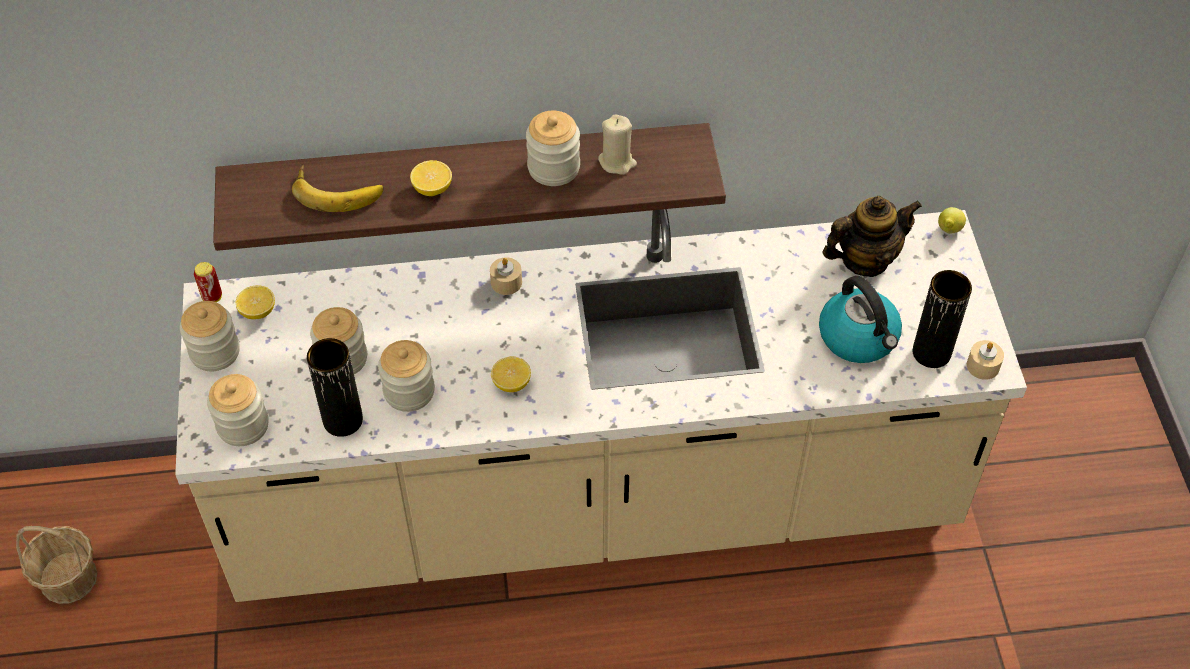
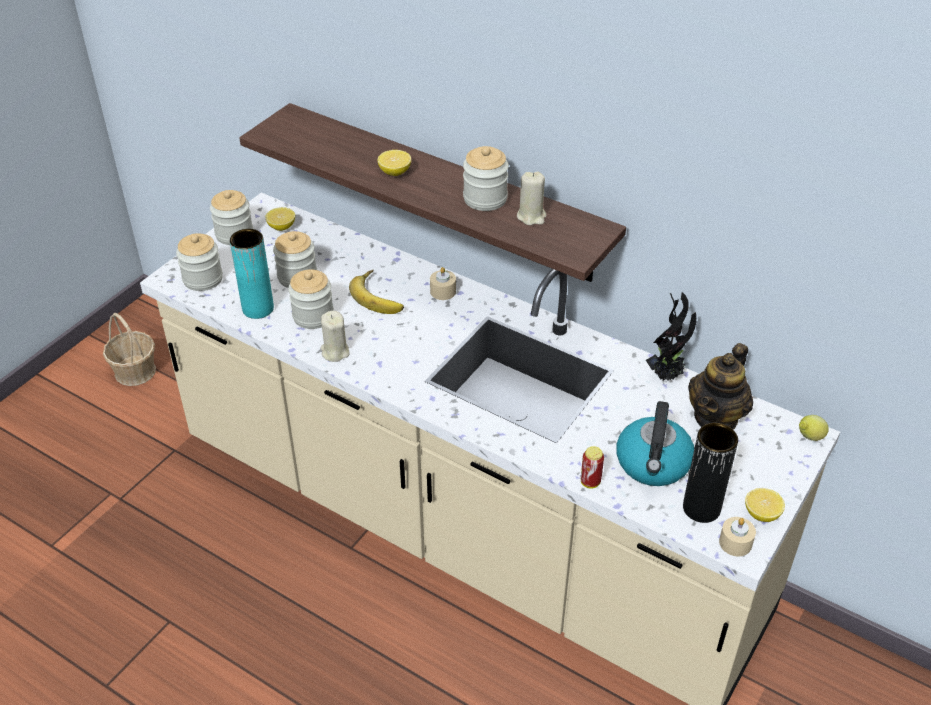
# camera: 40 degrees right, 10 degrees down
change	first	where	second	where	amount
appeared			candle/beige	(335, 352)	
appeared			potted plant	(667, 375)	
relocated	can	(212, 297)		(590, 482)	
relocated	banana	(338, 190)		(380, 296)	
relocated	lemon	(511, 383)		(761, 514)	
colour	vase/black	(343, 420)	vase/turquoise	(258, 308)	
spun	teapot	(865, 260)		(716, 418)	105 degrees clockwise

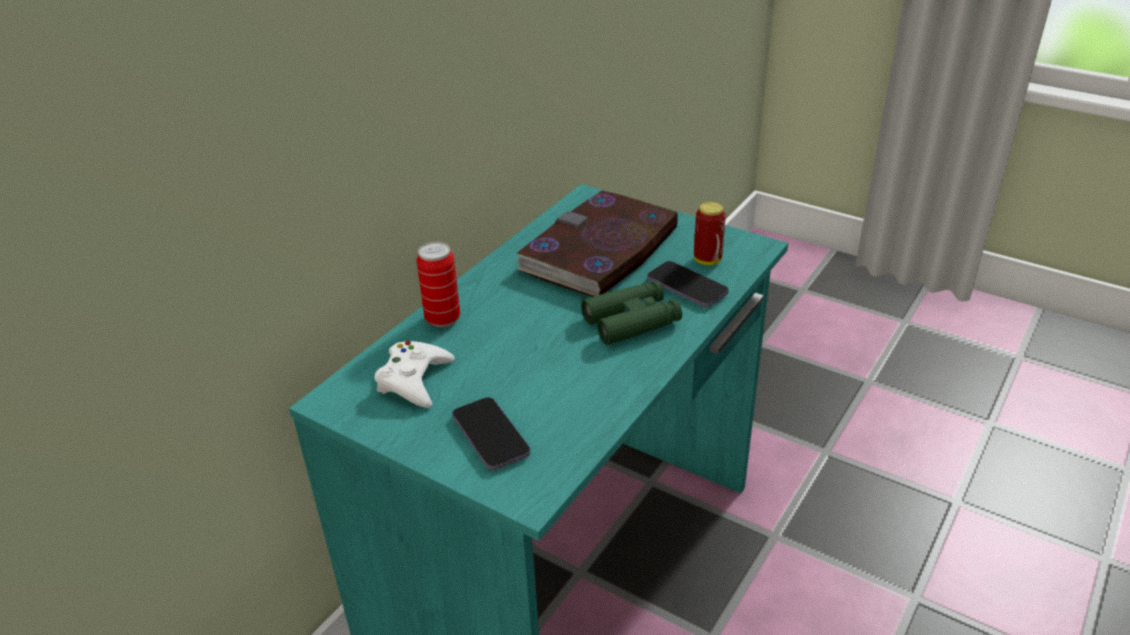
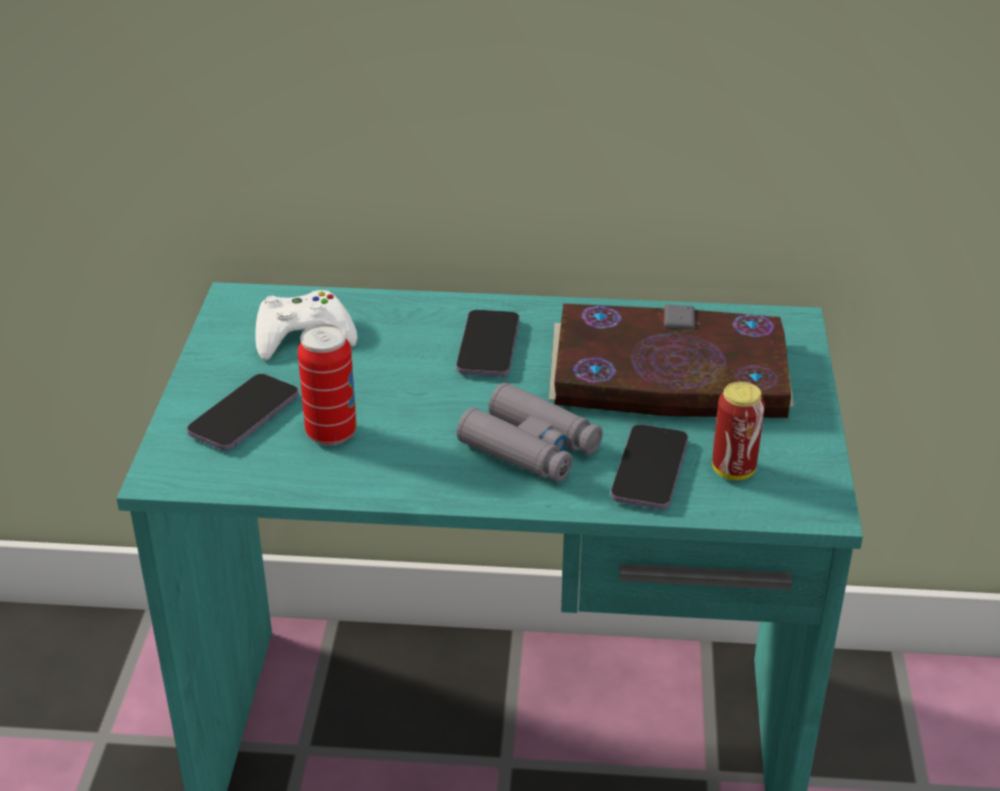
# camera: 60 degrees right, 0 degrees up
change	first	where	second	where	amount
appeared			phone	(488, 347)	
relocated	can	(443, 319)		(331, 433)	
colour	binoculars/green	(632, 321)	binoculars/grey	(530, 447)	

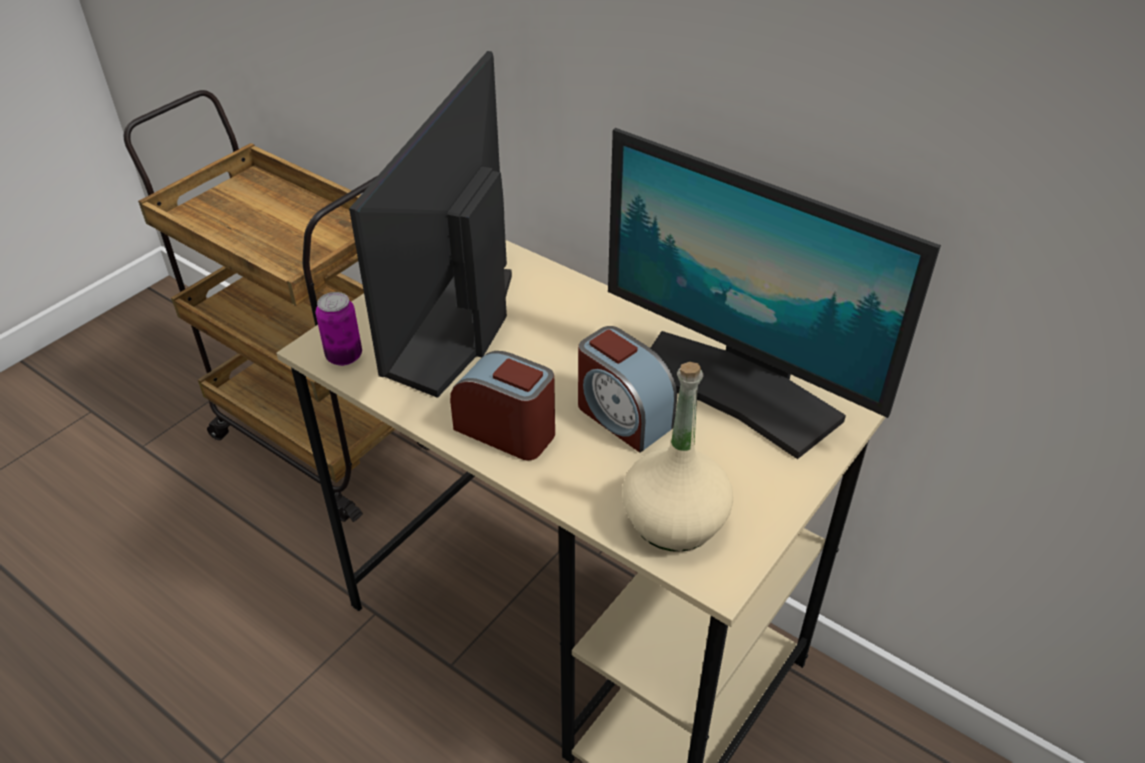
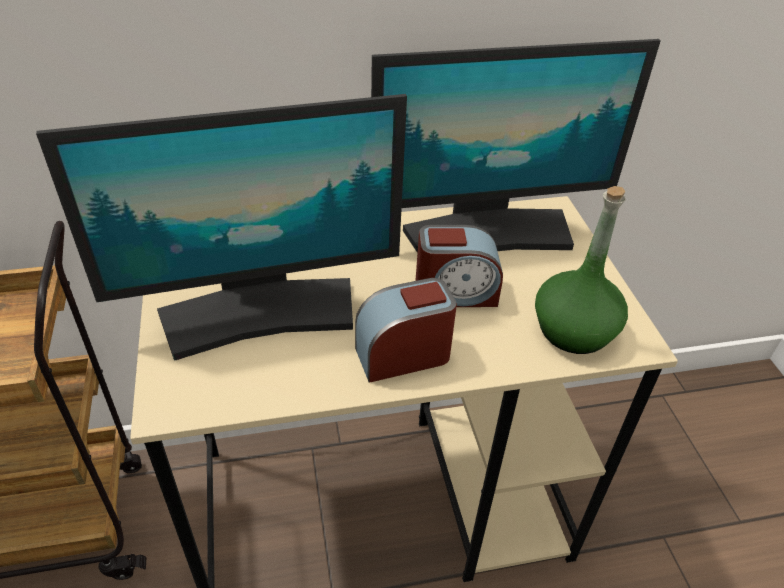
# camera: 50 degrees left, 0 degrees up
change	first	where	second	where	amount
missing	can	(344, 356)			
colour	bottle/beige	(673, 520)	bottle/green	(573, 331)	
spun	monitor	(456, 328)		(260, 313)	75 degrees counterclockwise

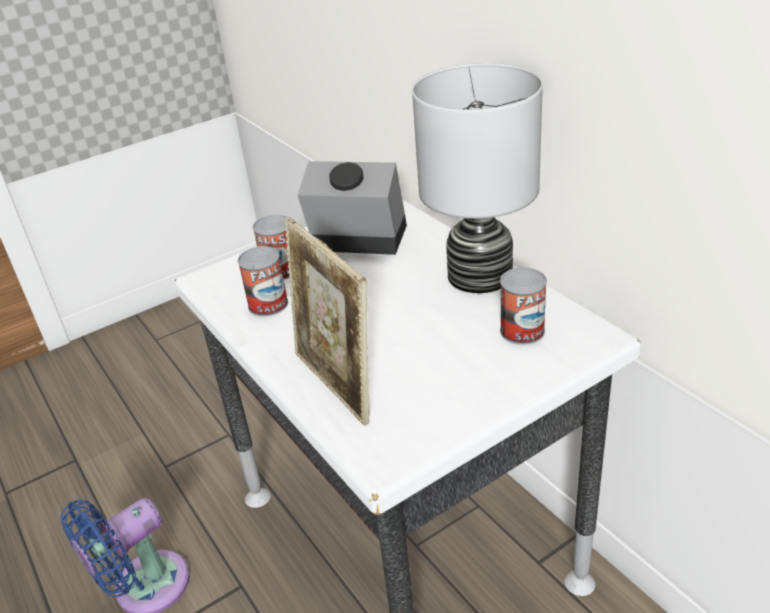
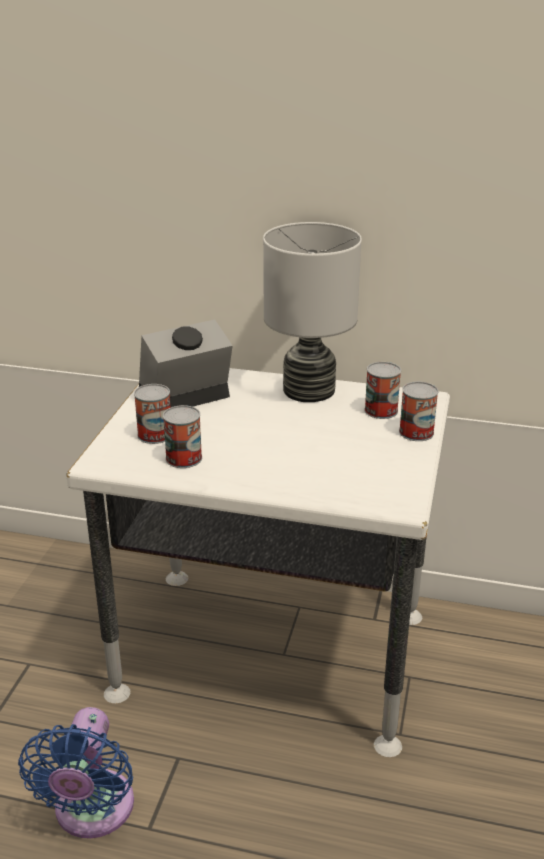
# camera: 45 degrees left, 5 degrees down
change	first	where	second	where	amount
missing	picture frame	(336, 385)			
appeared			can	(416, 432)	

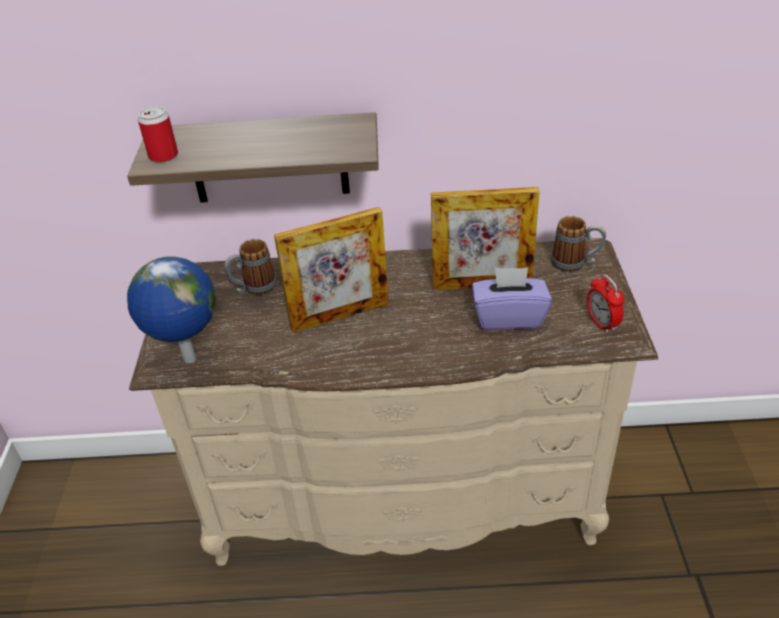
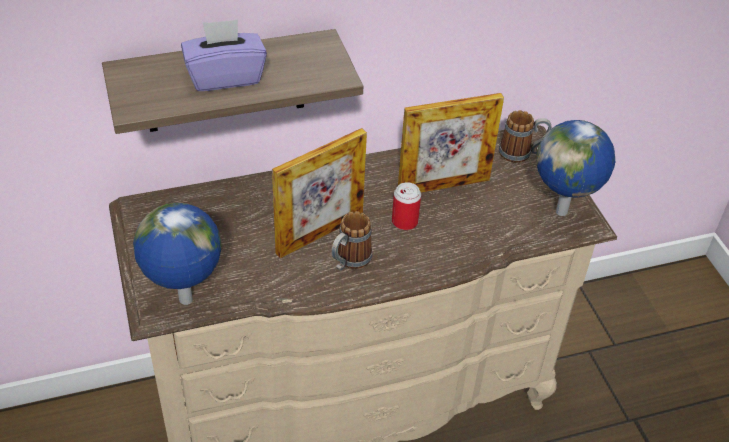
# camera: 20 degrees left, 5 degrees up
change	first	where	second	where	amount
relocated	can	(163, 156)		(404, 221)	
relocated	mug	(253, 288)		(349, 261)	
relocated	tissue box/purple	(509, 317)		(225, 77)	
exchanged	alarm clock	(602, 323)	globe	(563, 212)	

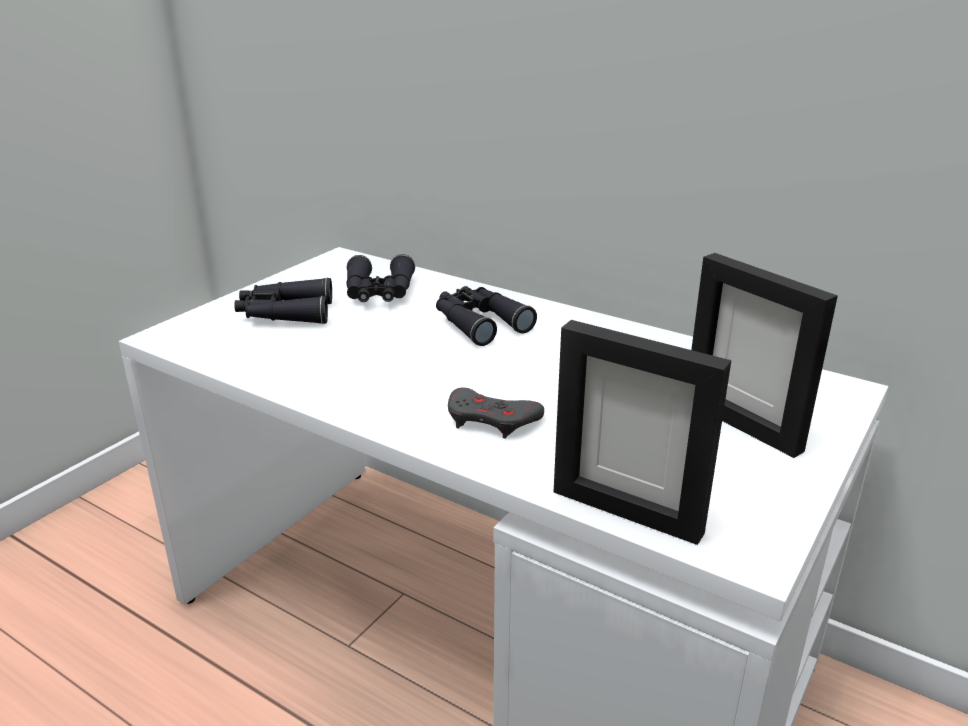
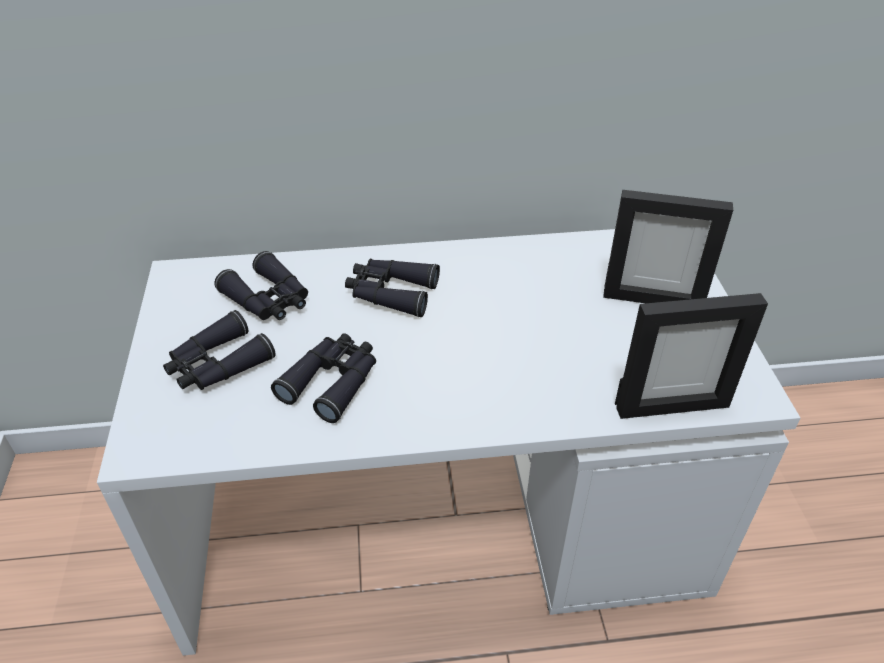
# camera: 40 degrees left, 15 degrees up
change	first	where	second	where	amount
missing	game controller/grey	(491, 420)			
appeared			binoculars/black	(332, 382)	

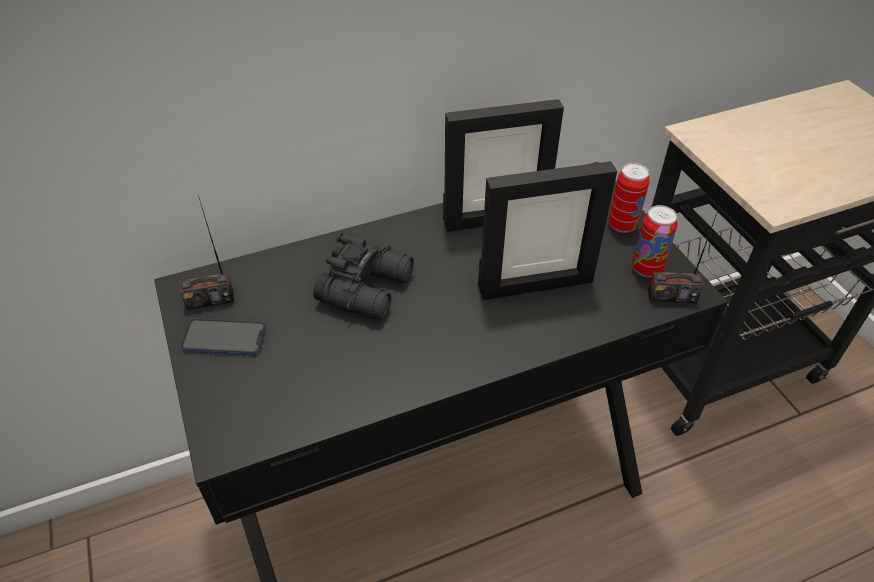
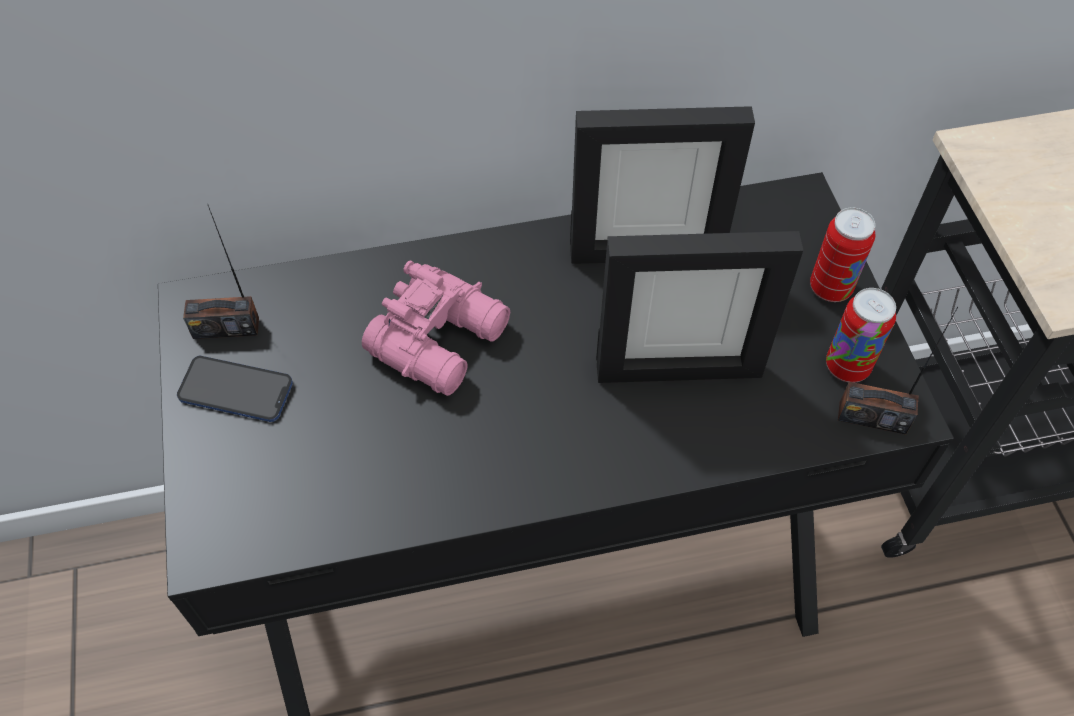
# camera: 10 degrees right, 10 degrees up
change	first	where	second	where	amount
colour	binoculars/black	(368, 288)	binoculars/pink	(442, 340)	

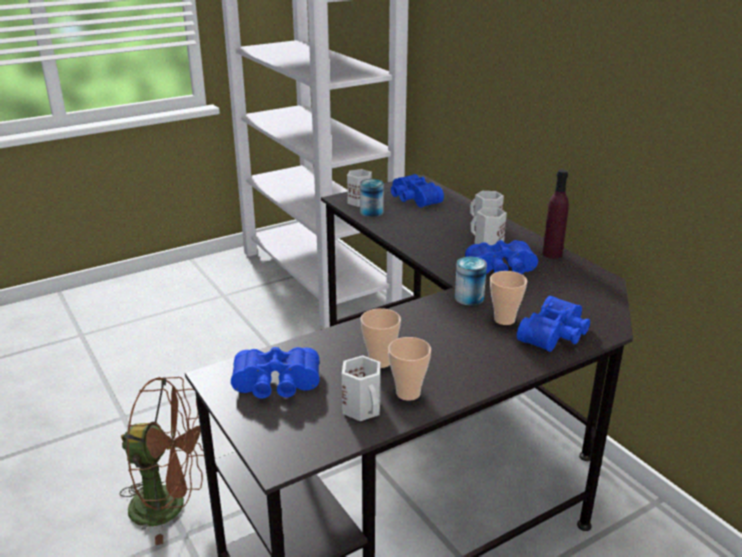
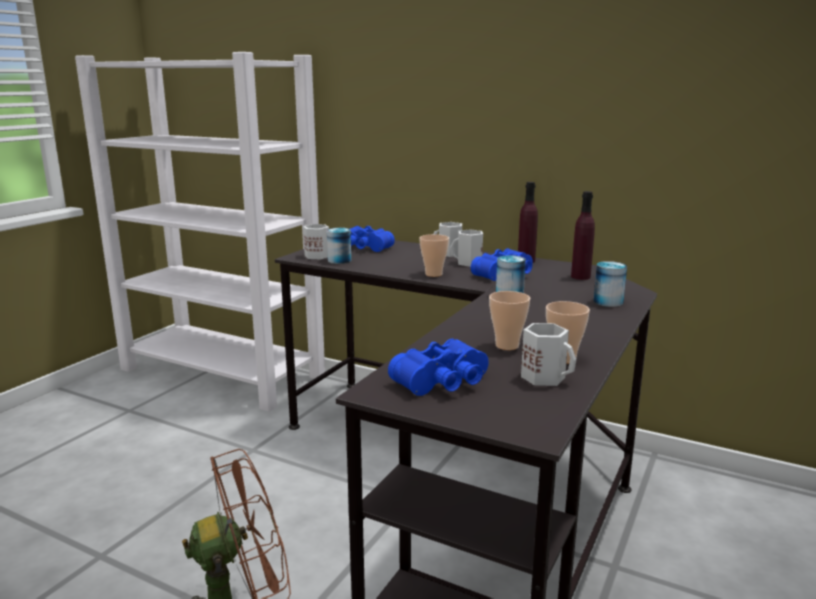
# camera: 30 degrees left, 10 degrees down
change	first	where	second	where	amount
appeared			bottle/purple	(580, 277)	
relocated	cup	(504, 319)		(433, 274)	
exchanged	binoculars/blue	(556, 335)	can	(608, 302)	

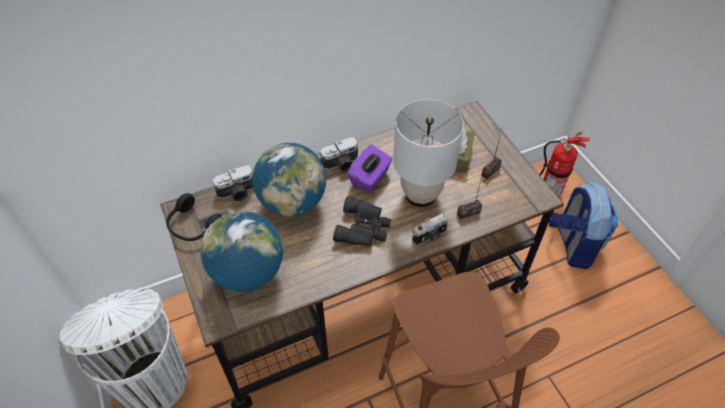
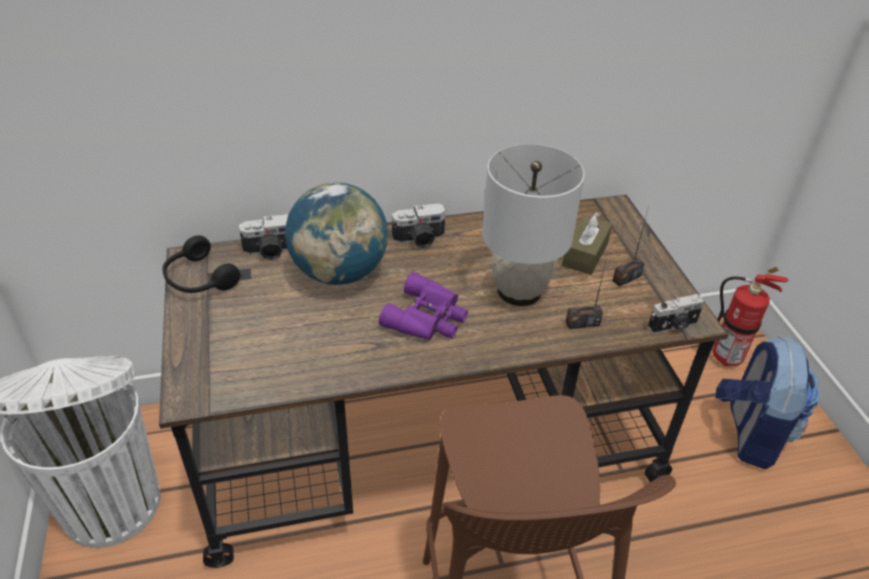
# camera: 10 degrees right, 10 degrees down
change	first	where	second	where	amount
missing	globe	(248, 273)			
missing	tissue box/purple	(370, 178)			
relocated	photo camera	(429, 236)		(673, 326)	
colour	binoculars/black	(364, 228)	binoculars/purple	(428, 318)	

